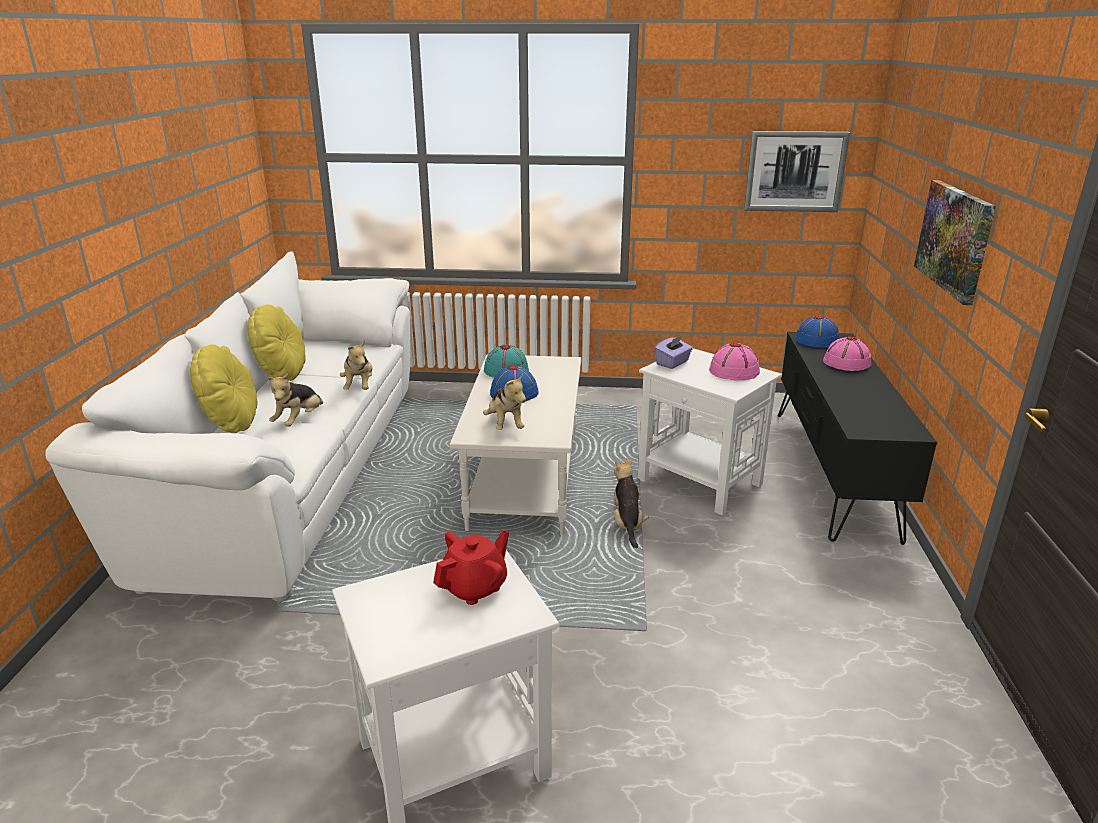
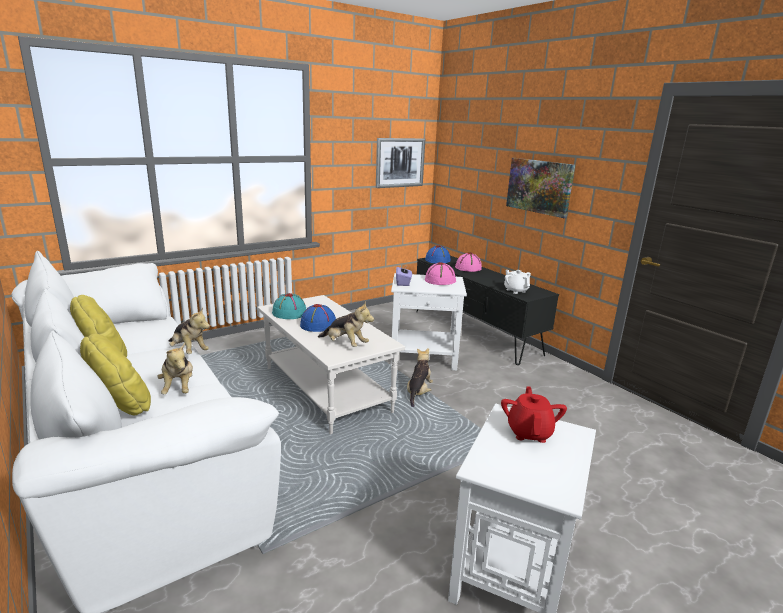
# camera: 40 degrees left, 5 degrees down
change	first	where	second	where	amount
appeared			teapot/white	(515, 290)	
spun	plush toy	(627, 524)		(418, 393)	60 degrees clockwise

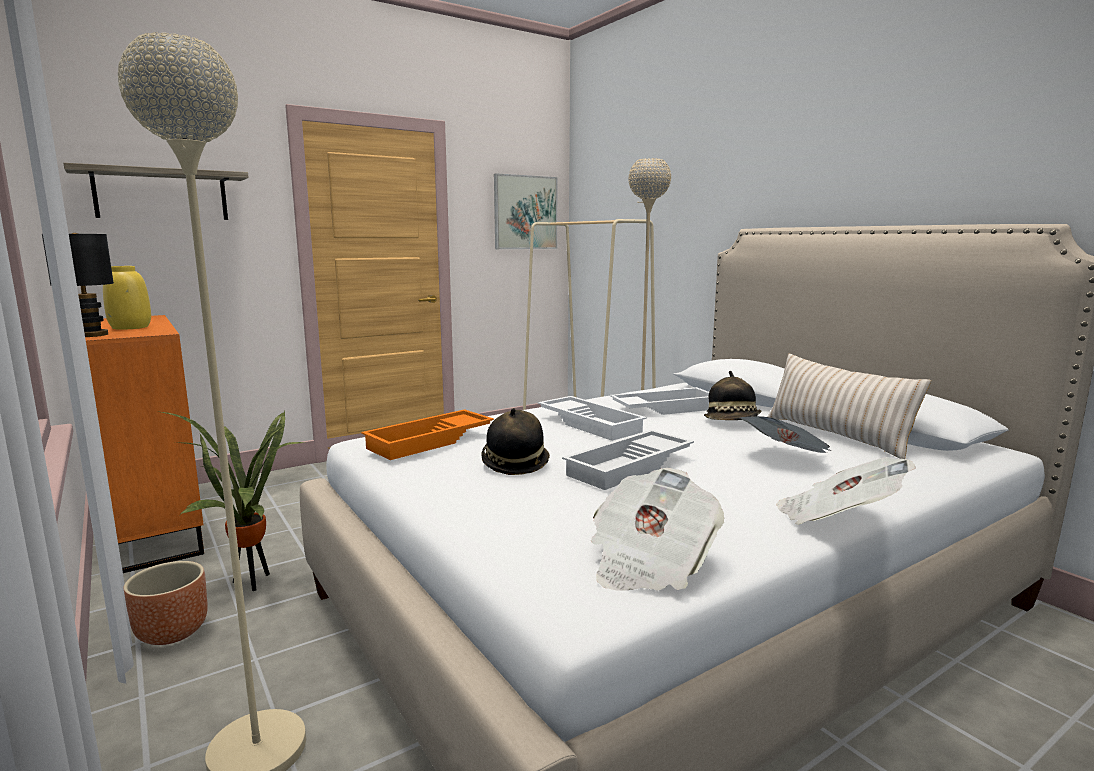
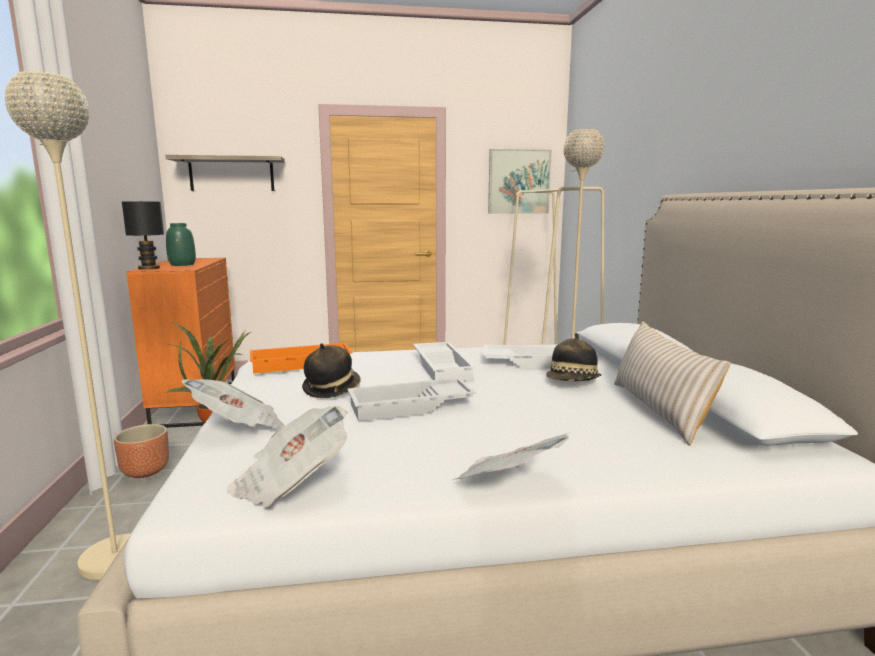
# camera: 25 degrees right, 0 degrees up
change	first	where	second	where	amount
relocated	newspaper	(786, 459)		(239, 427)	
colour	vase/yellow	(131, 327)	vase/green	(182, 264)	

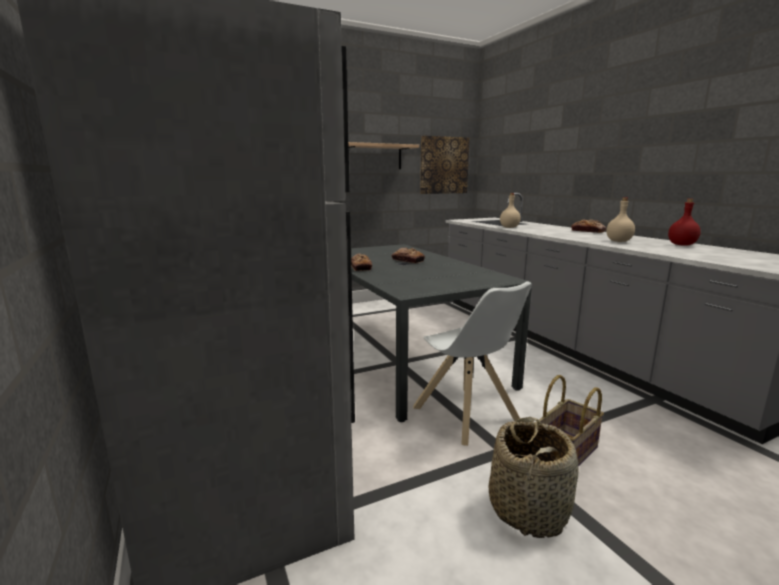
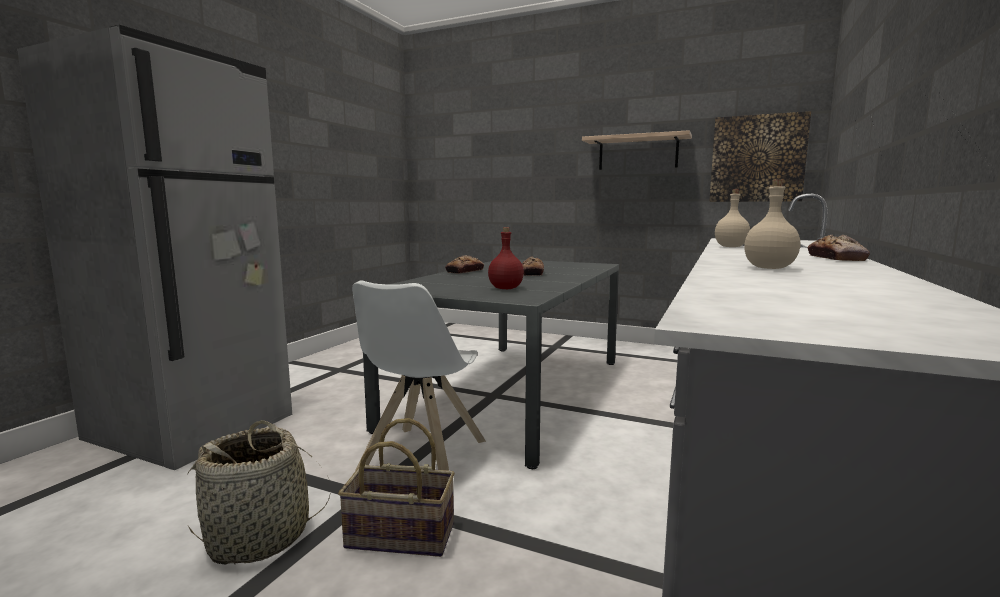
# camera: 50 degrees right, 5 degrees down
change	first	where	second	where	amount
relocated	bottle/red	(682, 245)		(506, 288)	

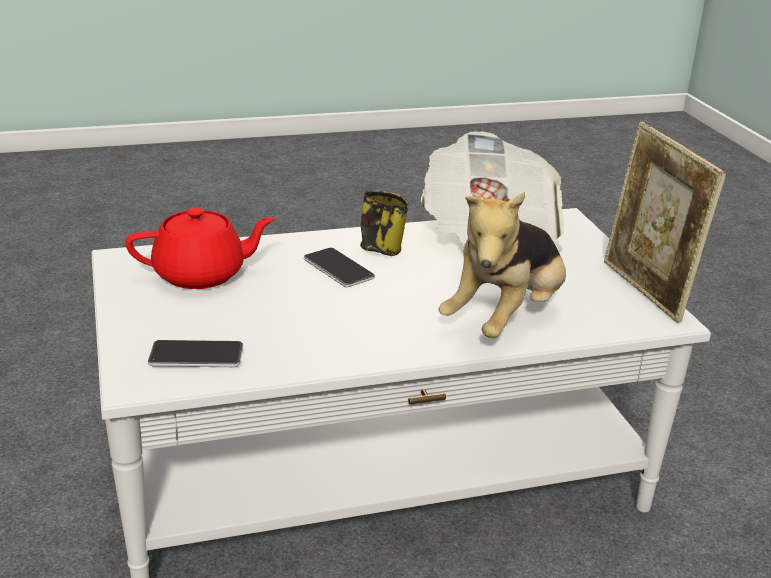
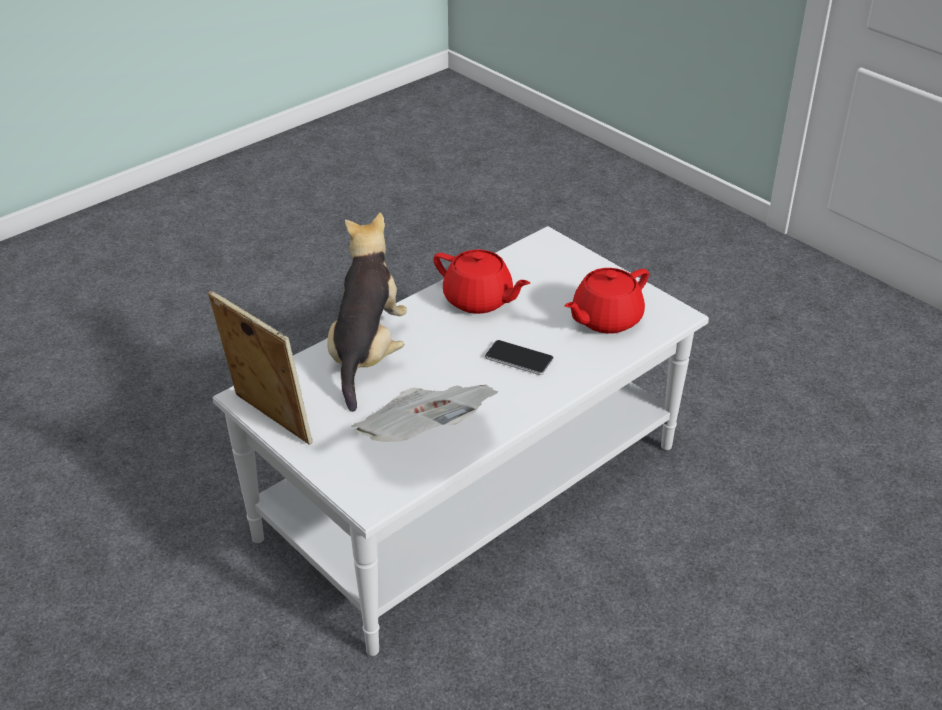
# camera: 155 degrees right, 10 degrees up
change	first	where	second	where	amount
missing	phone	(196, 356)			
missing	mug	(381, 248)			
appeared			teapot/red	(479, 300)	

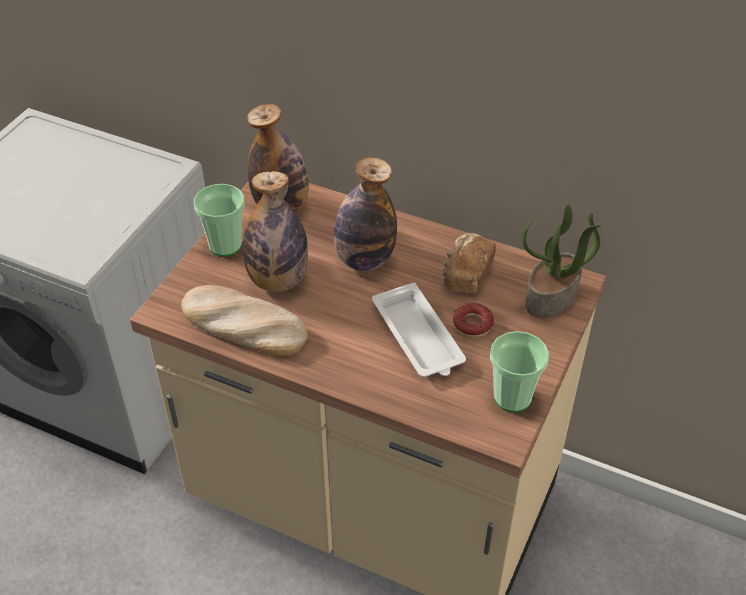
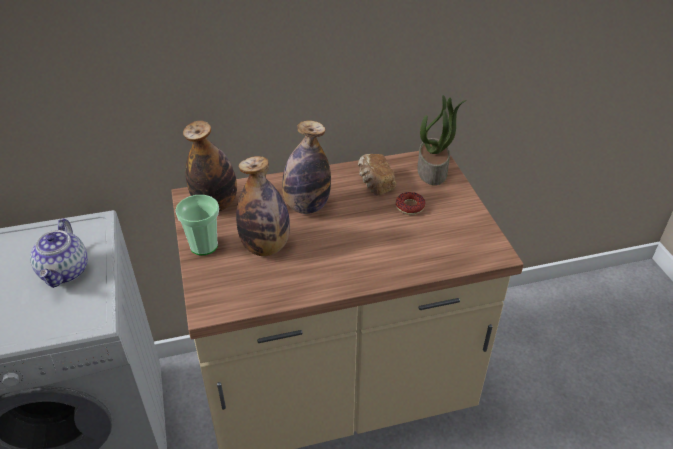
# camera: 40 degrees left, 5 degrees down
change	first	where	second	where	amount
missing	bread	(243, 325)			
missing	tray/white	(418, 337)			
missing	cup	(512, 397)			
appeared			teapot	(65, 272)	

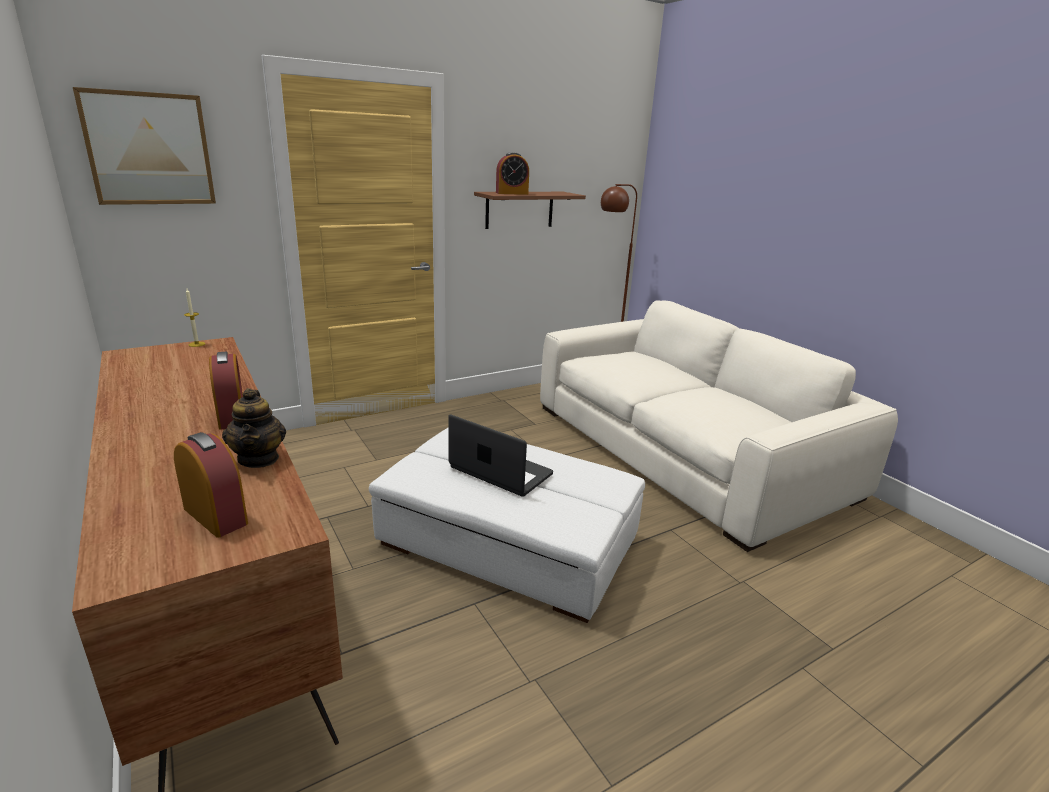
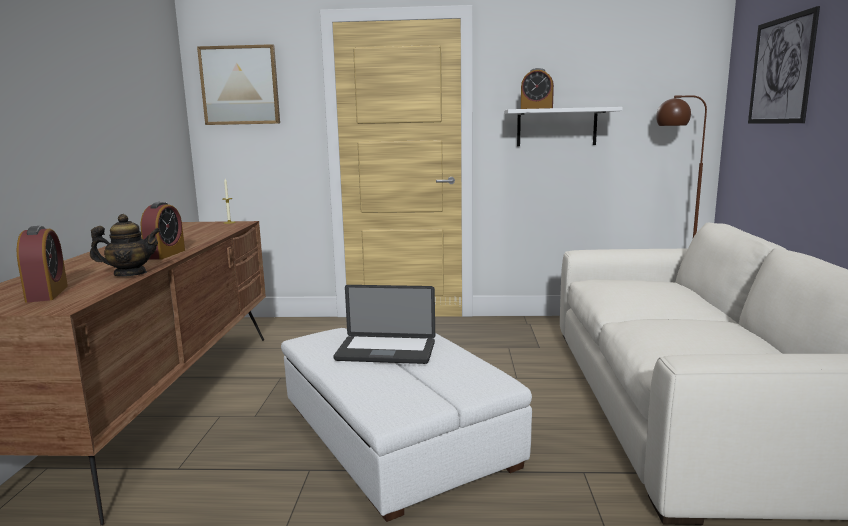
# camera: 35 degrees right, 10 degrees down
change	first	where	second	where	amount
appeared			picture	(781, 71)	
colour	shelf/brown	(519, 209)	shelf/white	(556, 127)	
spun	teapot	(259, 459)		(130, 274)	120 degrees counterclockwise
spun	laptop	(500, 471)		(386, 351)	120 degrees clockwise

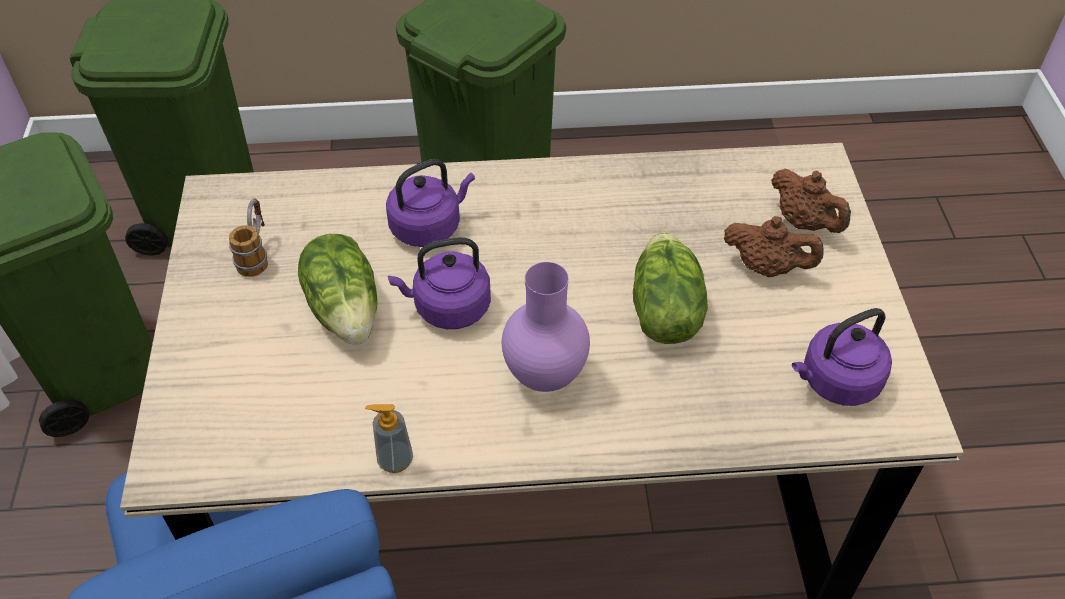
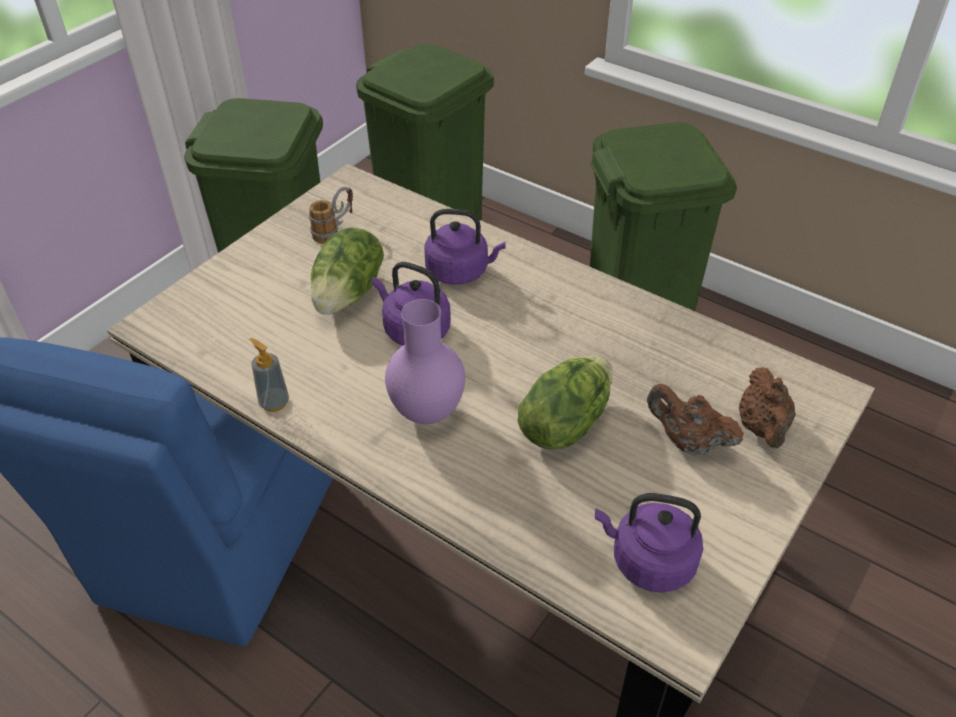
# camera: 40 degrees right, 5 degrees down
change	first	where	second	where	amount
spun	teapot/brown	(767, 267)		(688, 442)	150 degrees clockwise

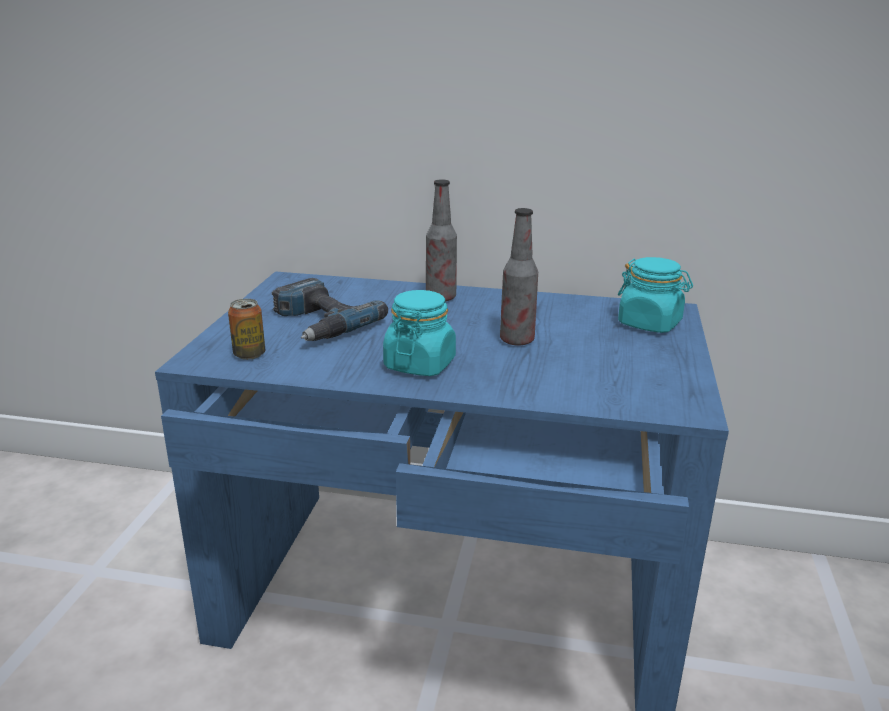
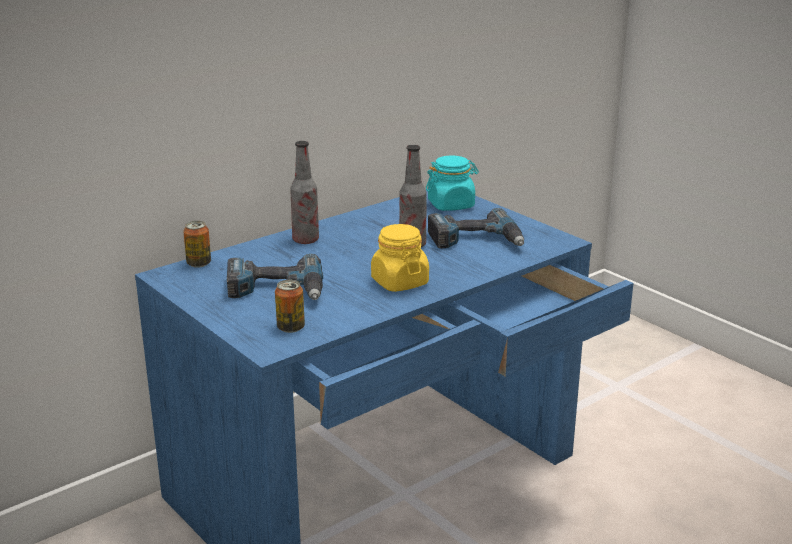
# camera: 50 degrees left, 0 degrees up
change	first	where	second	where	amount
appeared			can	(199, 263)	
appeared			power drill	(476, 240)	
colour	jar/turquoise	(420, 364)	jar/yellow	(399, 282)	

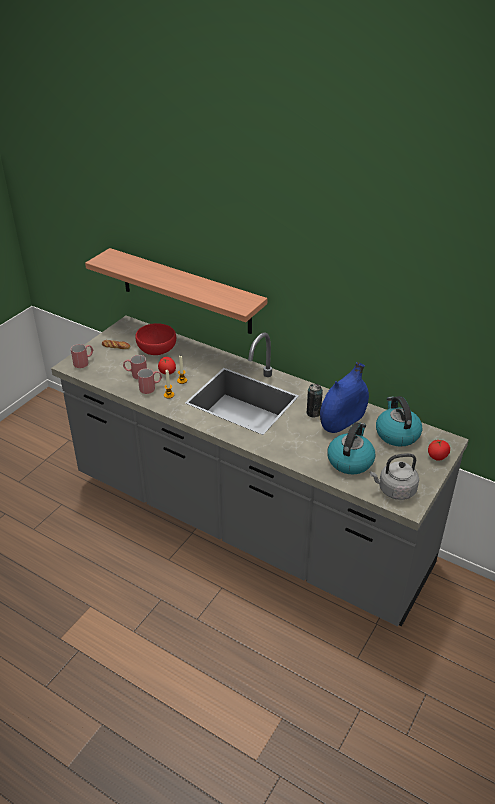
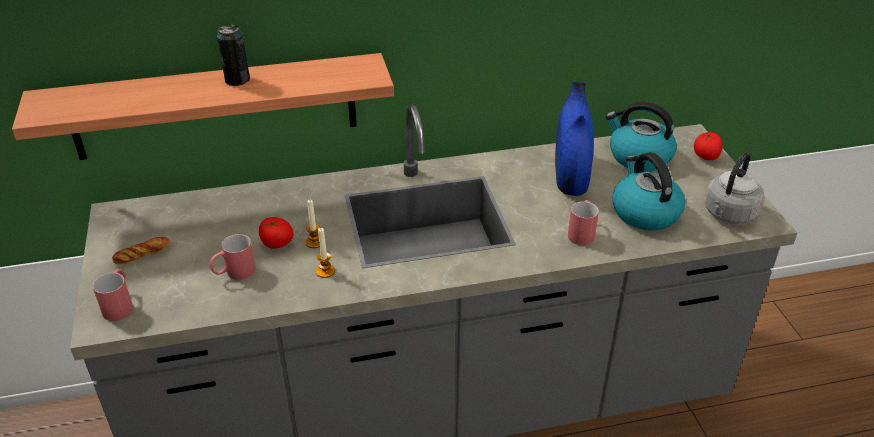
# camera: 45 degrees left, 0 degrees up
change	first	where	second	where	amount
missing	bowl/red	(156, 349)			
relocated	mug/red	(151, 388)		(582, 232)	
relocated	can	(313, 413)		(237, 80)	

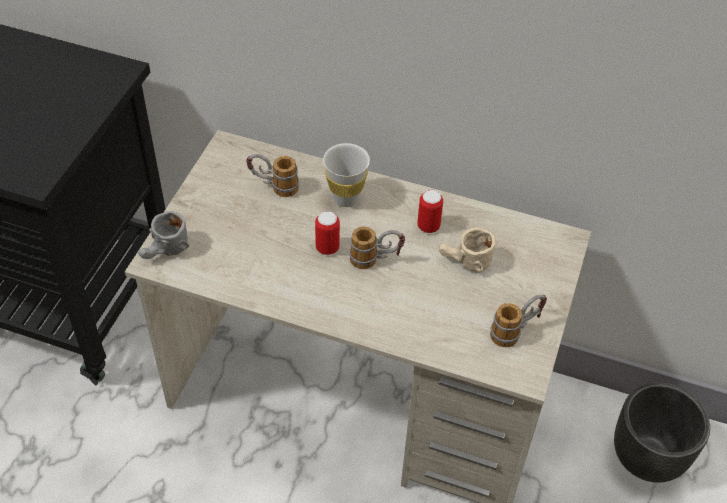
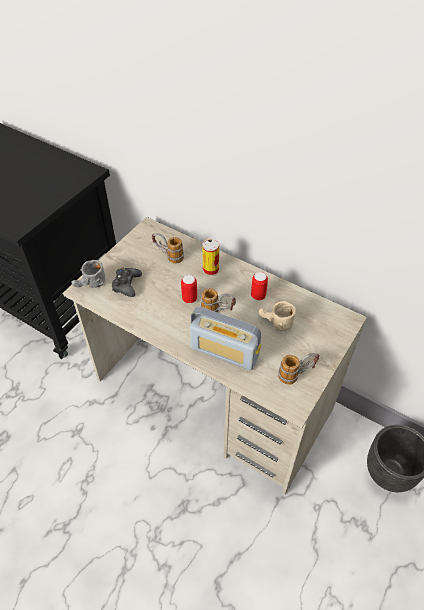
# camera: 15 degrees right, 0 degrees up
change	first	where	second	where	amount
appeared			game controller/black	(126, 285)	
appeared			radio	(224, 352)	
exchanged	cup/white	(345, 198)	can	(210, 270)	

